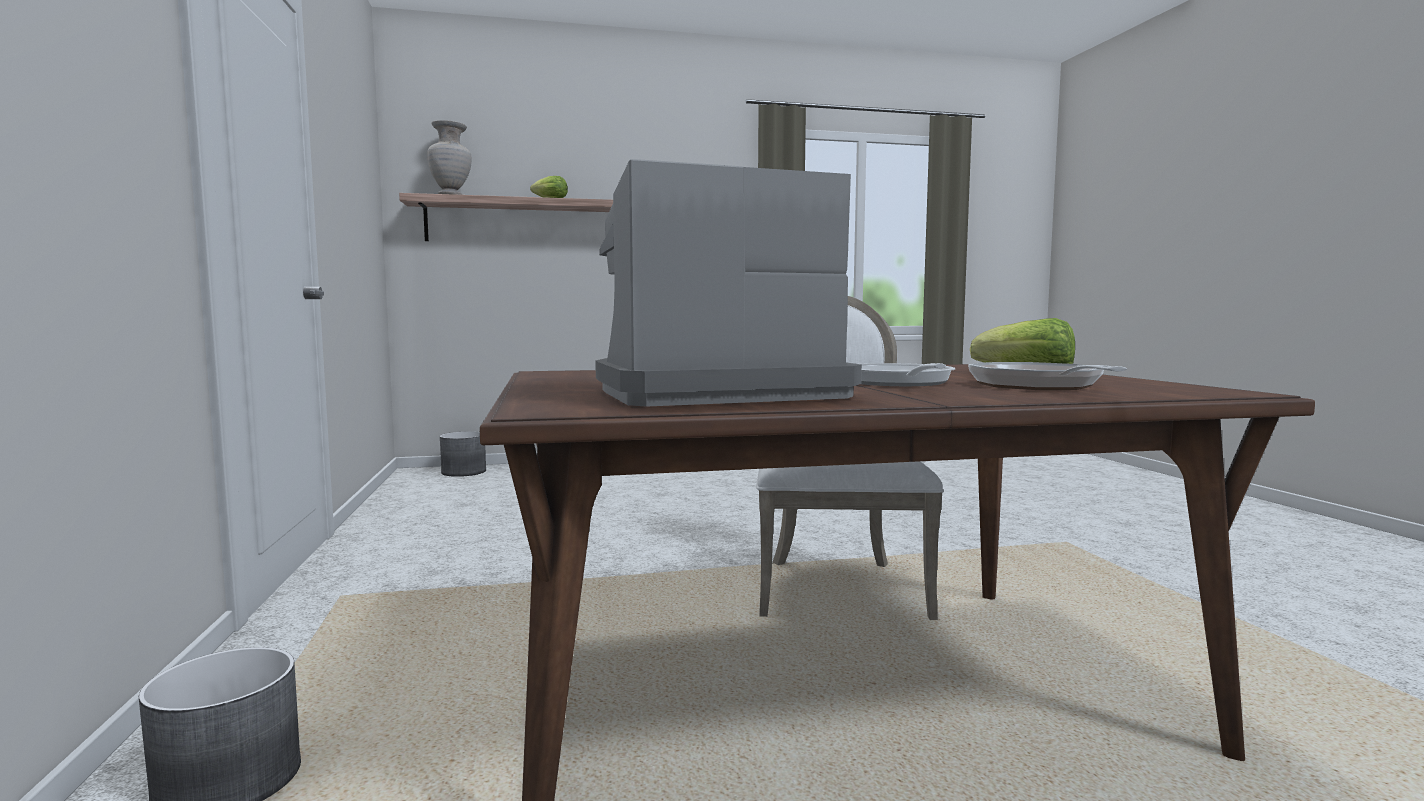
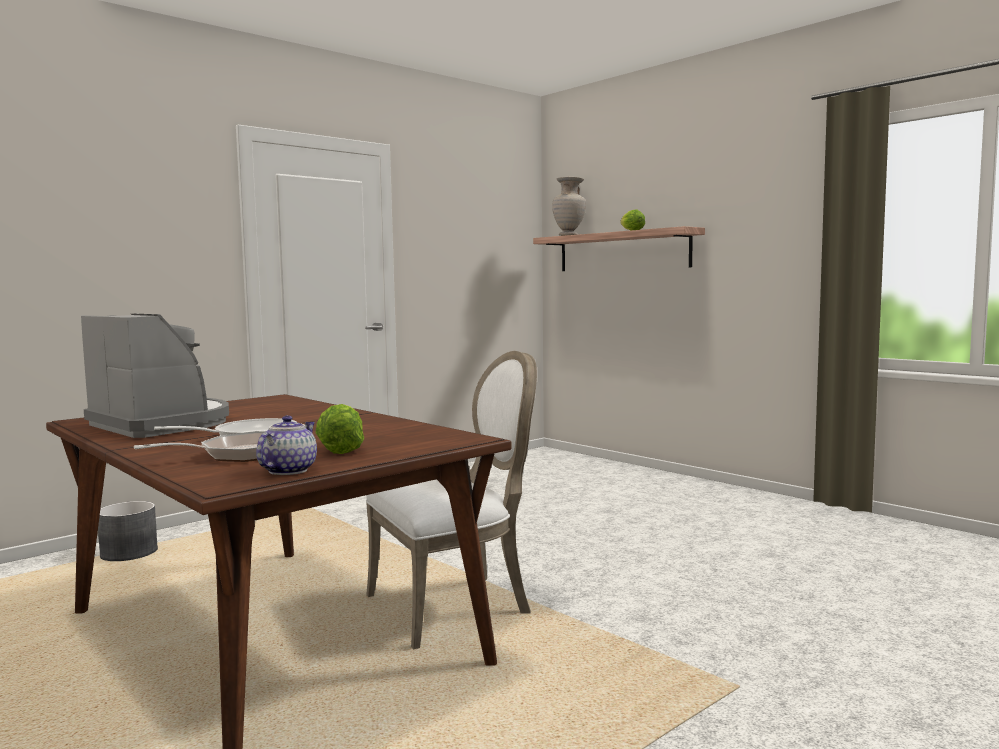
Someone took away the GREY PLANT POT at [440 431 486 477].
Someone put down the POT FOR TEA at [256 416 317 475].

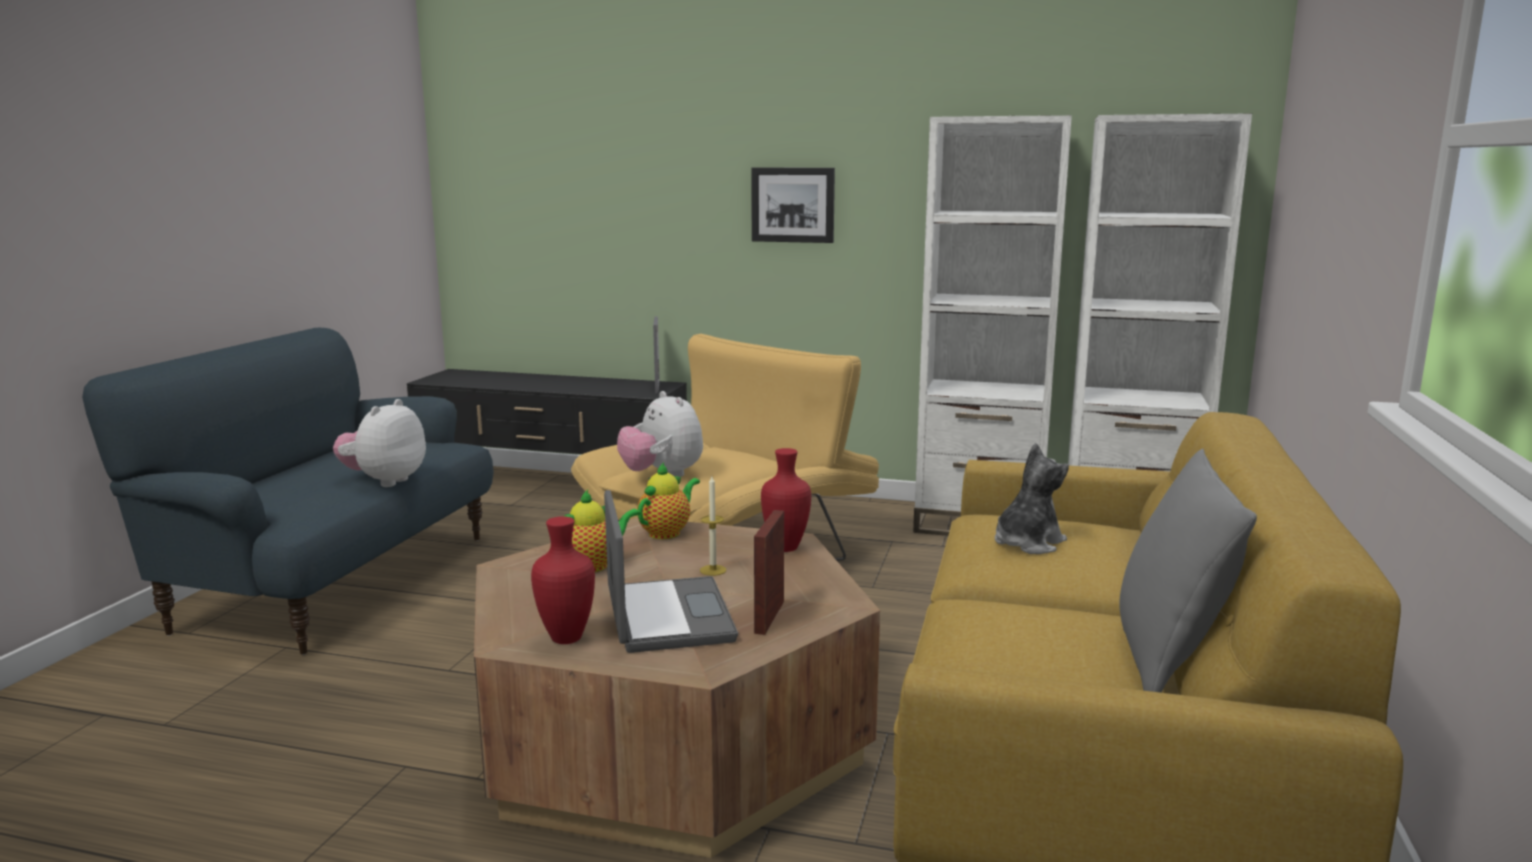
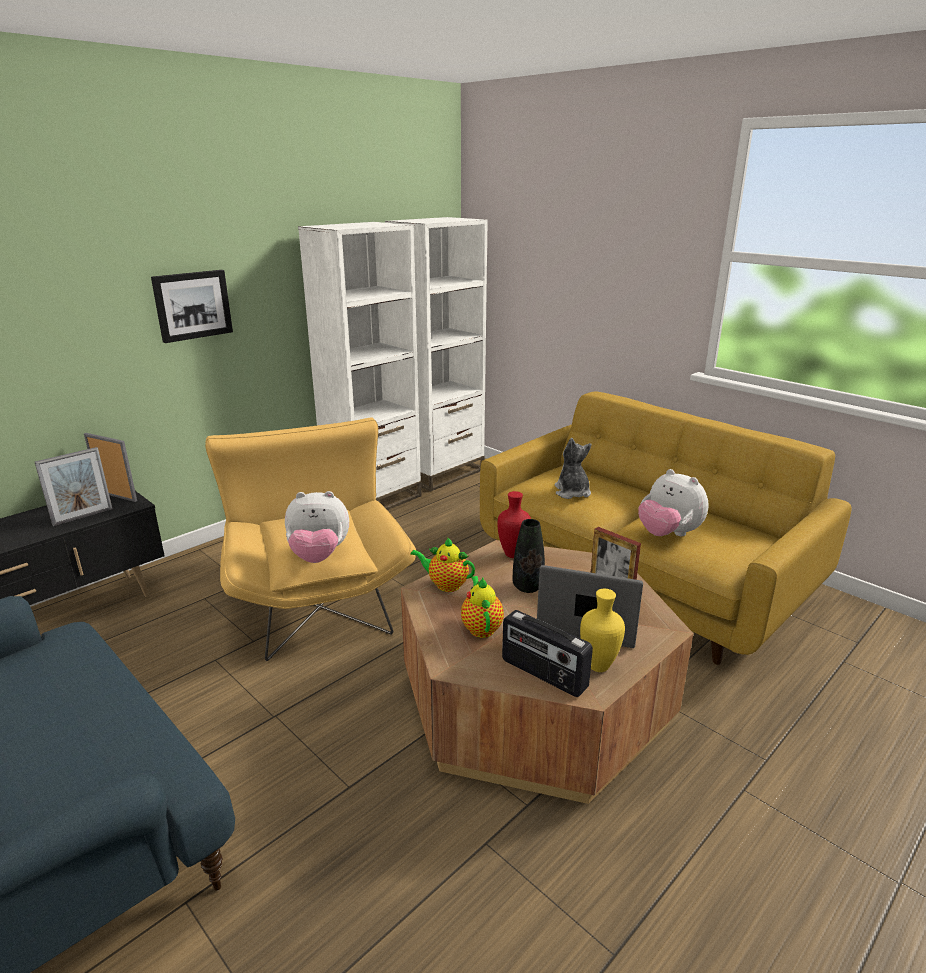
Someone carried the CUDDLY TOY from [333 399 426 487] to [638 469 709 536].
Someone took away the GREY PILLOW at [1119 449 1257 693].
Someone rotated the POT FOR TEA at [637 462 700 539] by 45 degrees counterclockwise.
Someone swapped the WAX LIGHT at [700 476 726 576] for the BLACK-COLOURED FLOWER VASE at [513 519 545 593].
Someone repainted the RED FLOWER VASE at [531 516 595 644], which became the YELLOW FLOWER VASE at [580 589 625 672].
Someone put down the PICTURE FRAME at [35 447 112 526].
Someone put down the RADIO RECEIVER at [502 610 593 697].

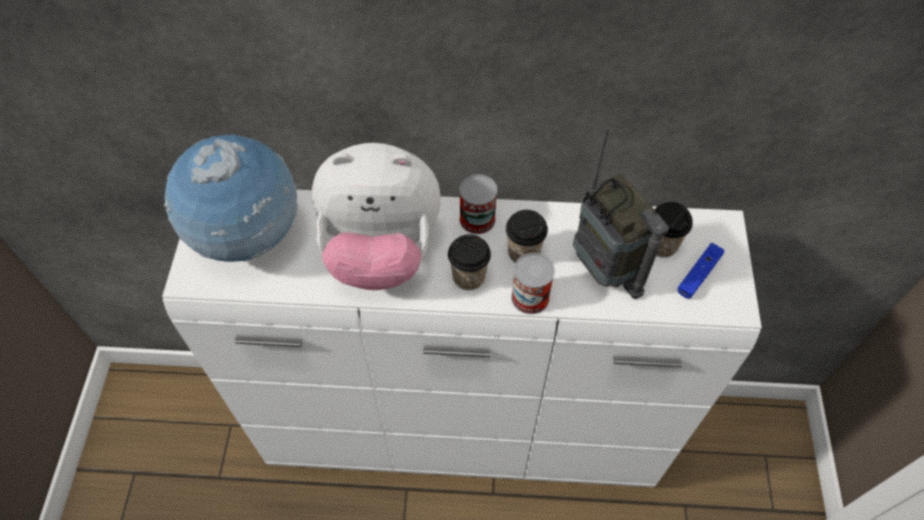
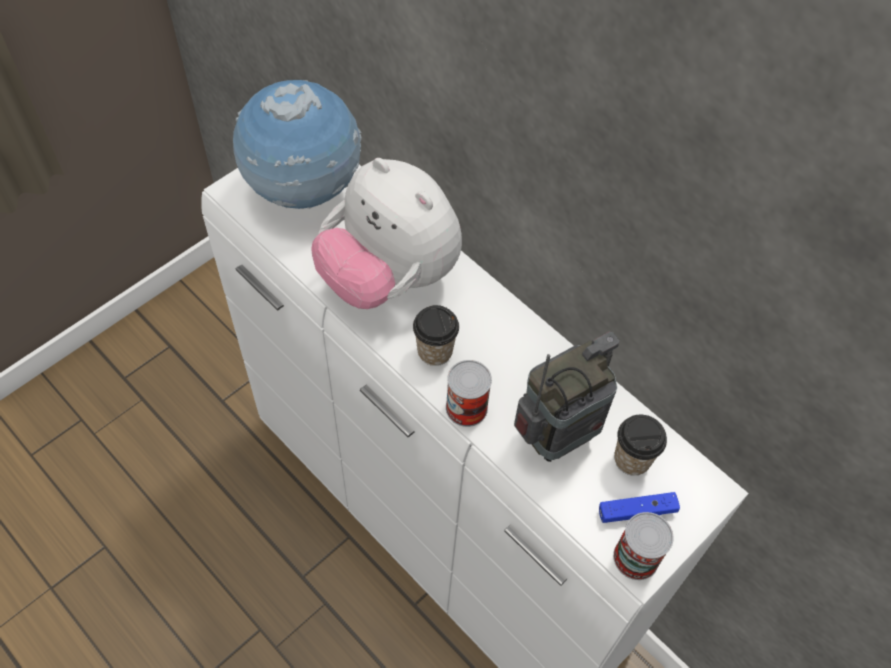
Someone rotated the RADIO RECEIVER at [573 127 669 299] by 135 degrees counterclockwise.
Someone carried the CAN from [459 174 497 234] to [613 512 674 580].
Someone took away the SMALL CUP at [506 210 548 263].

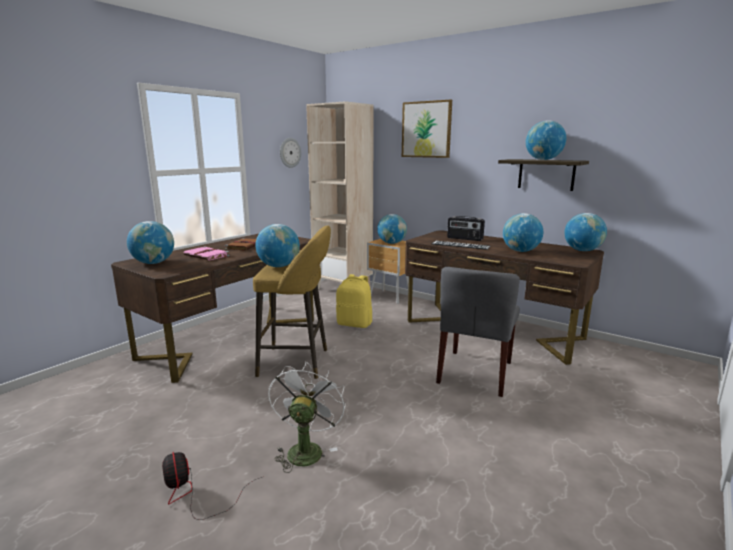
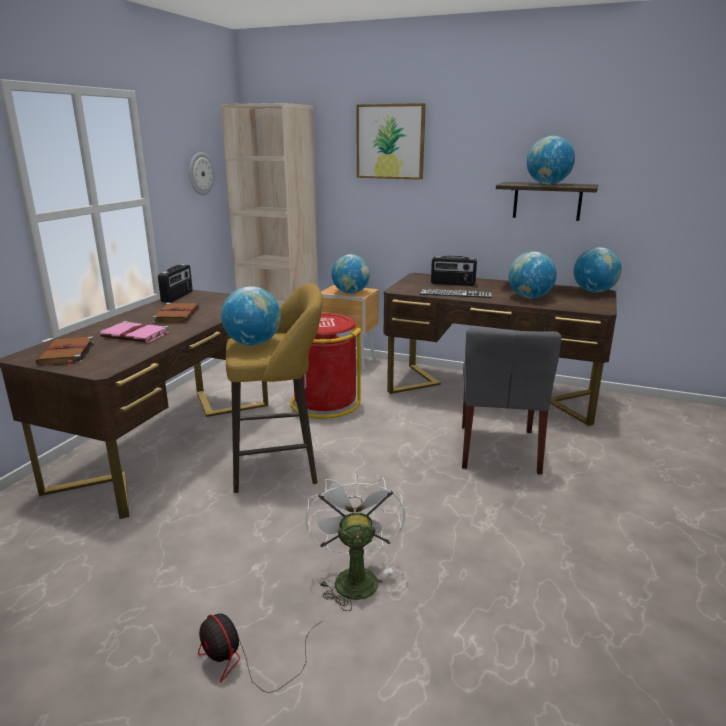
Someone swapped the WORLD GLOBE at [127 221 174 264] for the BROWN-COLOURED BOOK at [35 336 95 366].
Someone swapped the YELLOW RUCKSACK at [336 274 372 328] for the RED RUBBISH BIN at [290 313 361 419].
Someone put down the RADIO RECEIVER at [158 264 193 303].

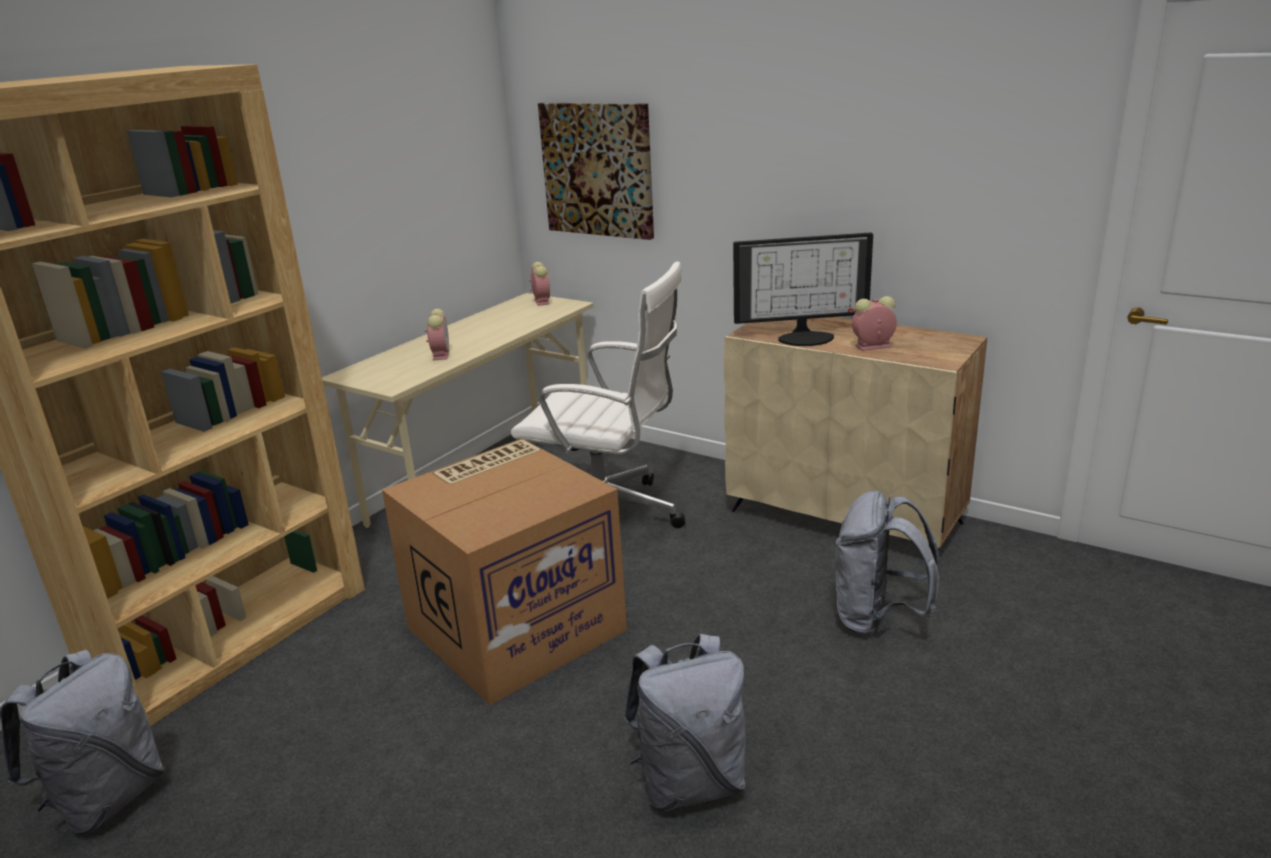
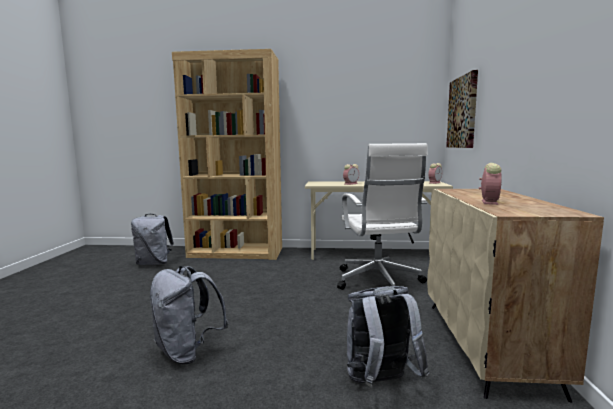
Someone took away the COMPUTER SCREEN at [733 232 873 346].
Someone rotated the ALARM CLOCK at [852 296 897 351] by 60 degrees clockwise.
Someone took away the CARTON at [382 439 627 705].

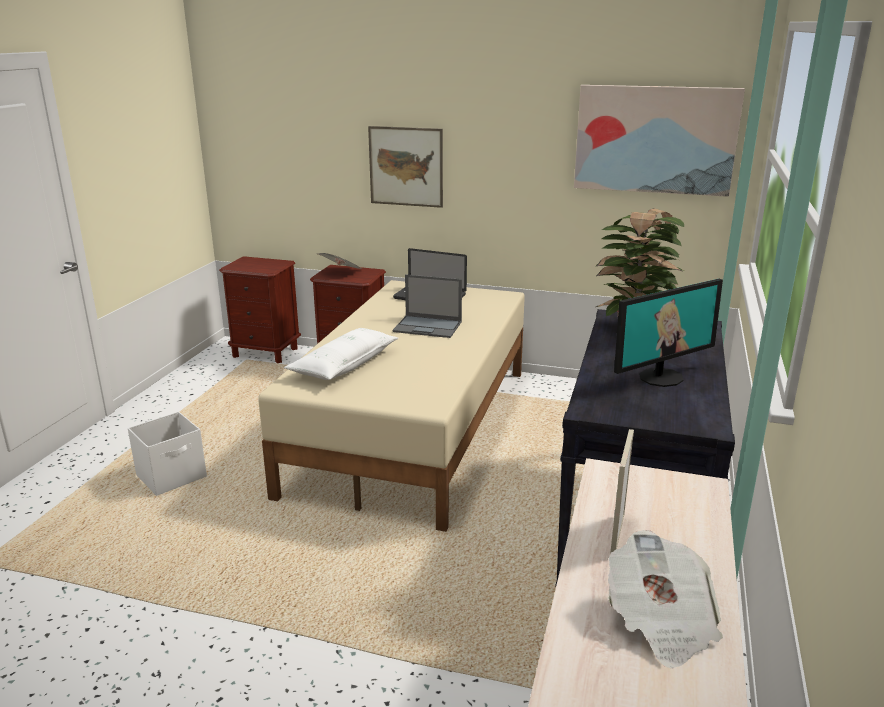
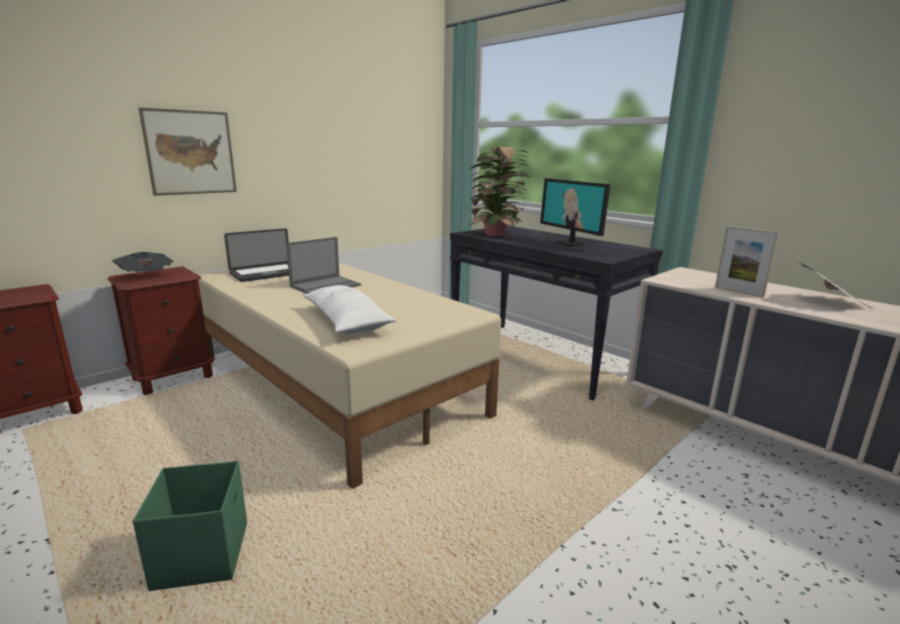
Someone took away the WALL ART at [574 85 745 197].
Someone rotated the COMPUTER SCREEN at [614 279 723 387] by 150 degrees clockwise.
Someone repainted the WHITISH STORAGE BIN at [128 412 207 496], which became the GREEN-COLOURED STORAGE BIN at [133 461 247 591].

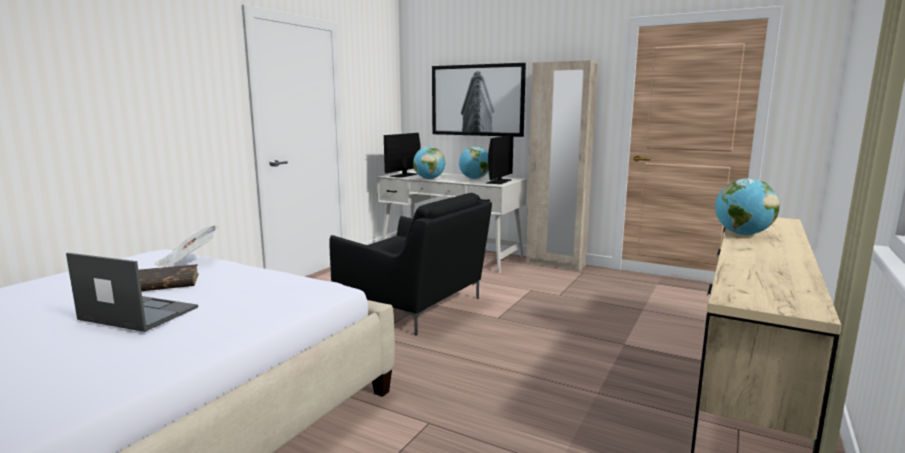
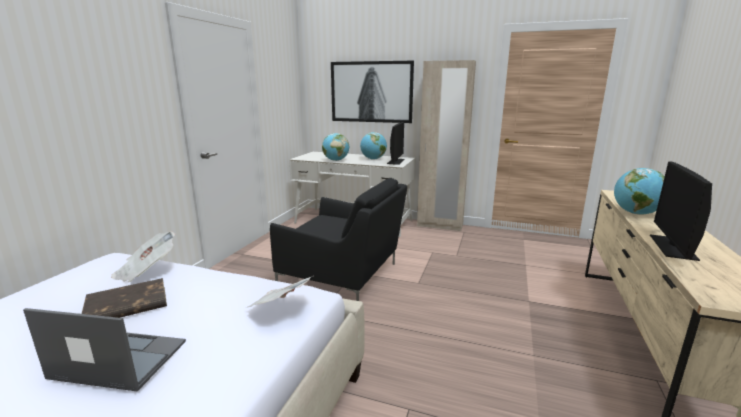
Someone carried the COMPUTER SCREEN from [384 133 421 178] to [650 161 712 261].
Someone put down the DAILY PAPER at [245 276 313 308].

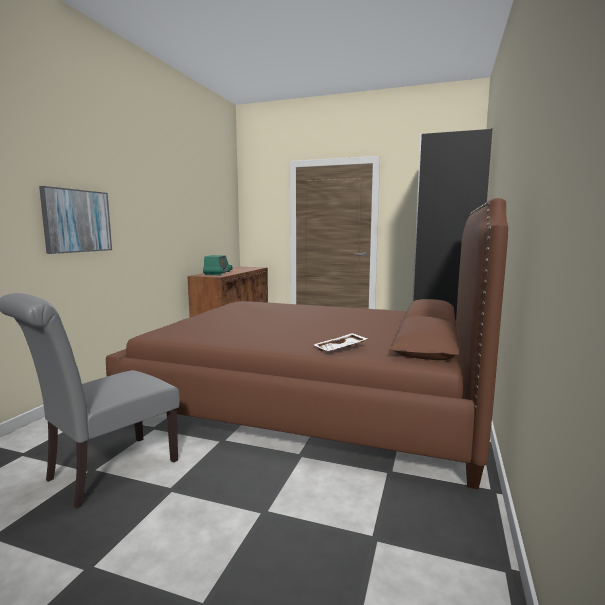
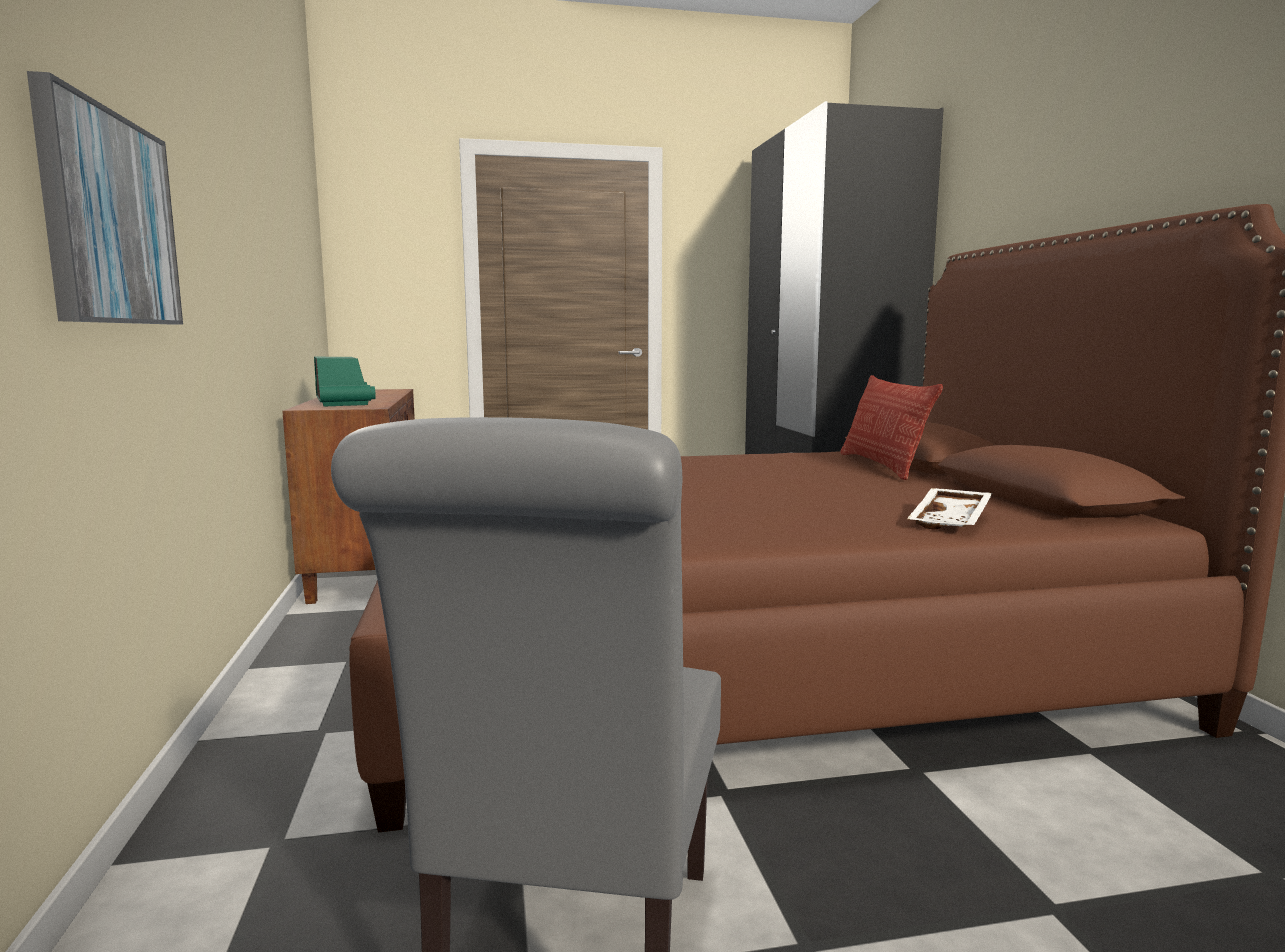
Someone put down the PILLOW at [840 375 943 480].

